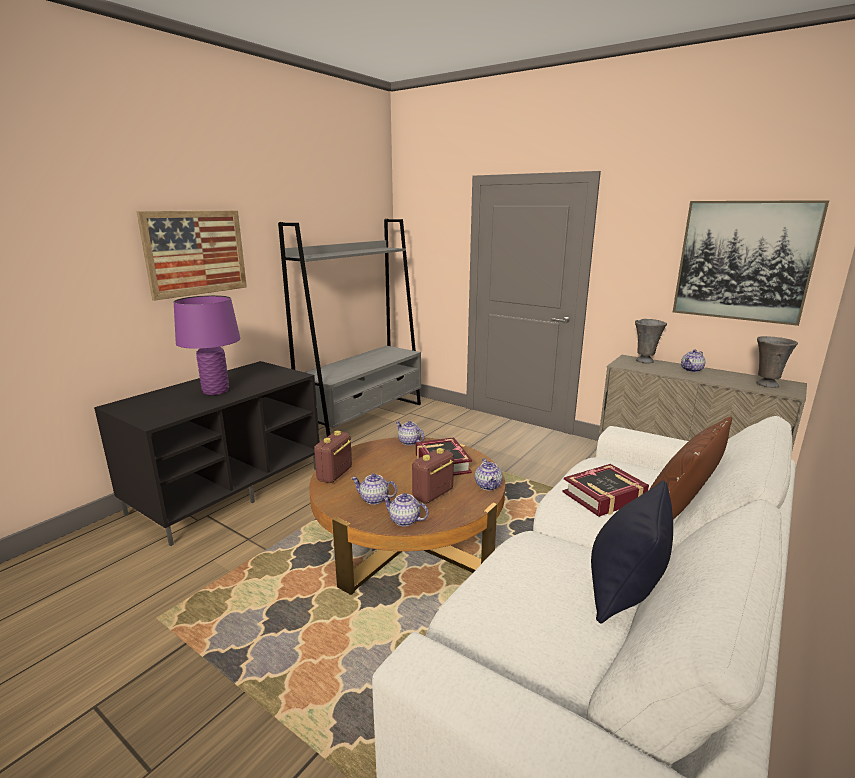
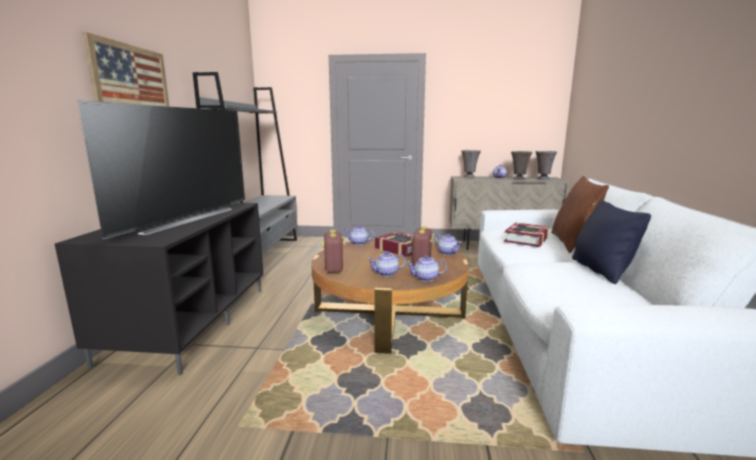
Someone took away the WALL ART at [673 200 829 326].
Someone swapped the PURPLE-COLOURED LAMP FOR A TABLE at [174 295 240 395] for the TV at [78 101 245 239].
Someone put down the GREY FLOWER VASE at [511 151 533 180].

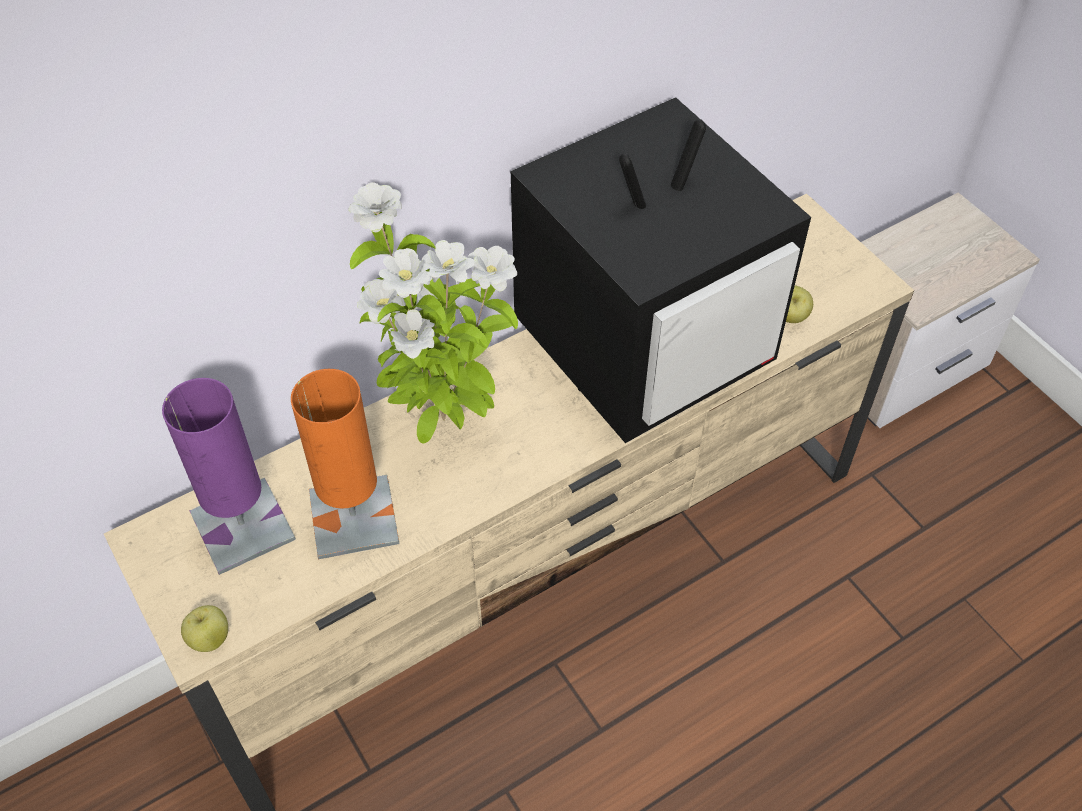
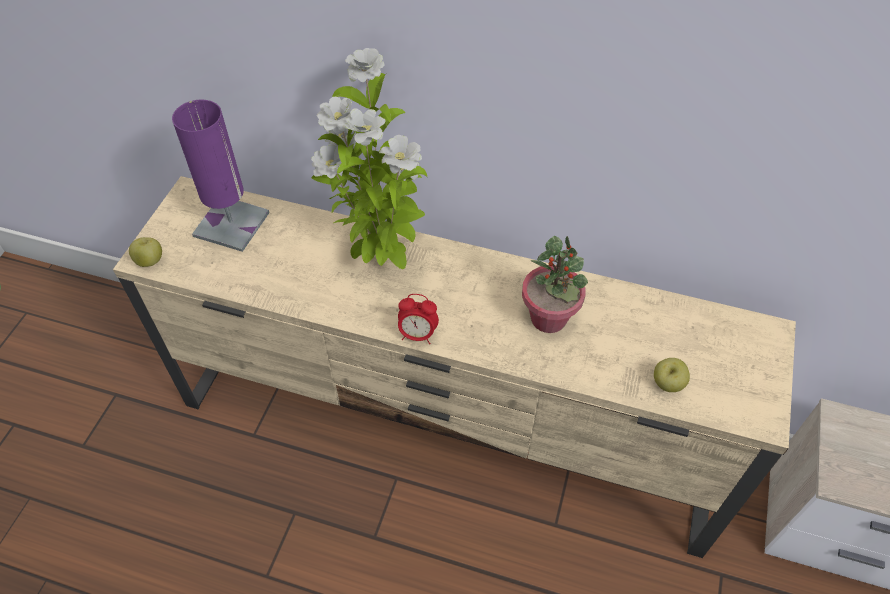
Someone swapped the TV at [511 97 811 443] for the PLANT IN A POT at [522 236 588 333].
Someone took away the ORANGEY LAMP FOR A TABLE at [291 369 399 559].
Someone put down the ALARM CLOCK at [398 294 439 344].

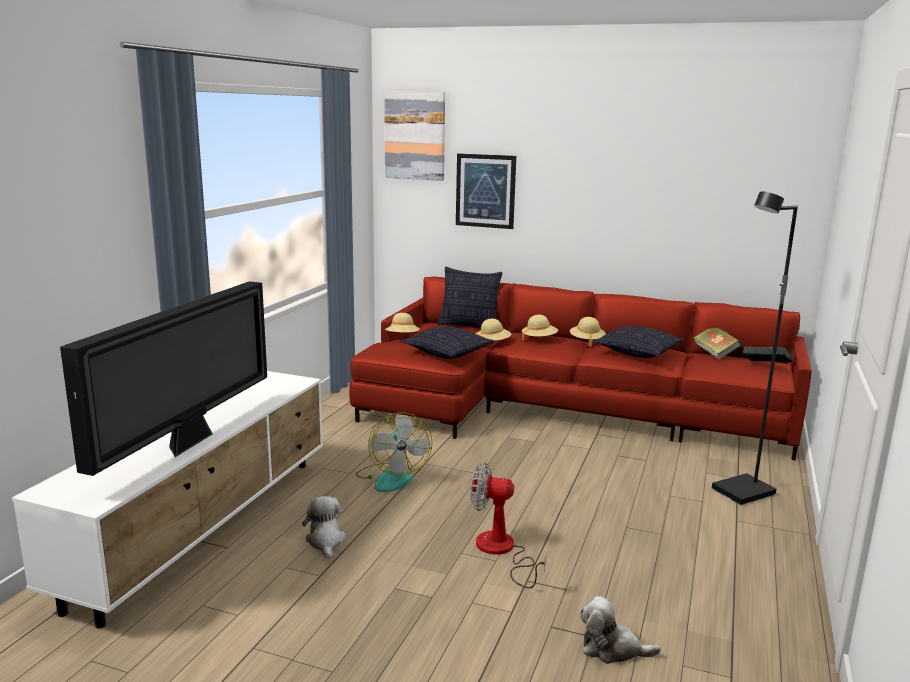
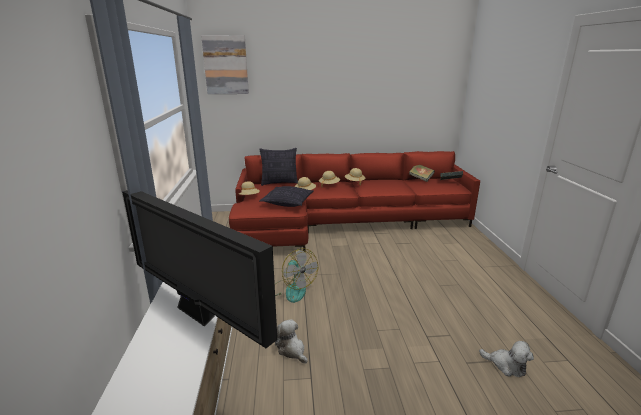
Someone took away the WALL ART at [456 153 516 229].
Someone took away the BLACK-COLOURED FLOOR LAMP at [712 191 798 505].
Someone rotated the TV at [60 281 267 476] by 135 degrees clockwise.
Someone took away the PILLOW at [593 326 684 358].
Someone took away the ELECTRIC FAN at [471 462 547 588].
Someone rotated the CUDDLY TOY at [580 596 661 664] by 135 degrees counterclockwise.

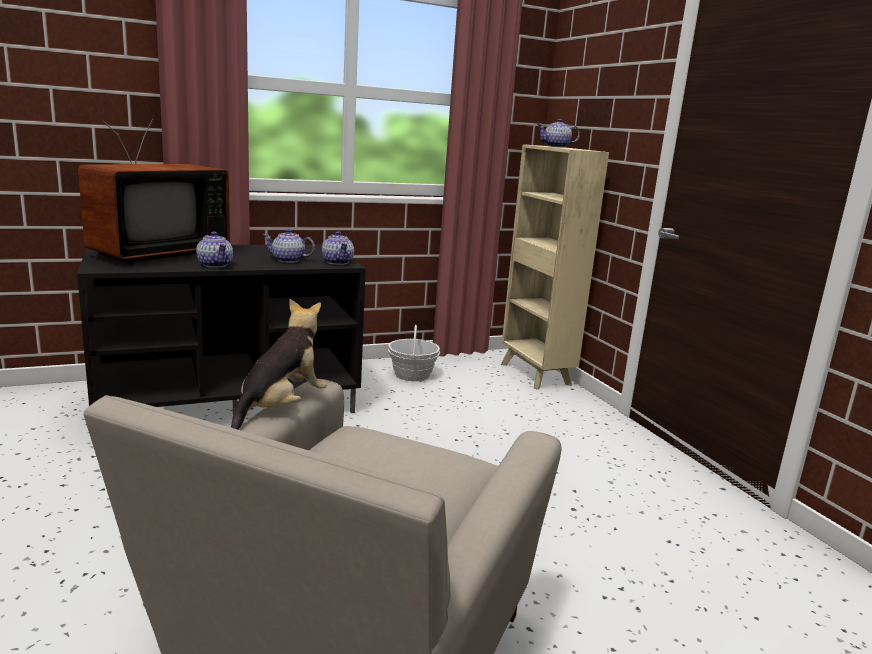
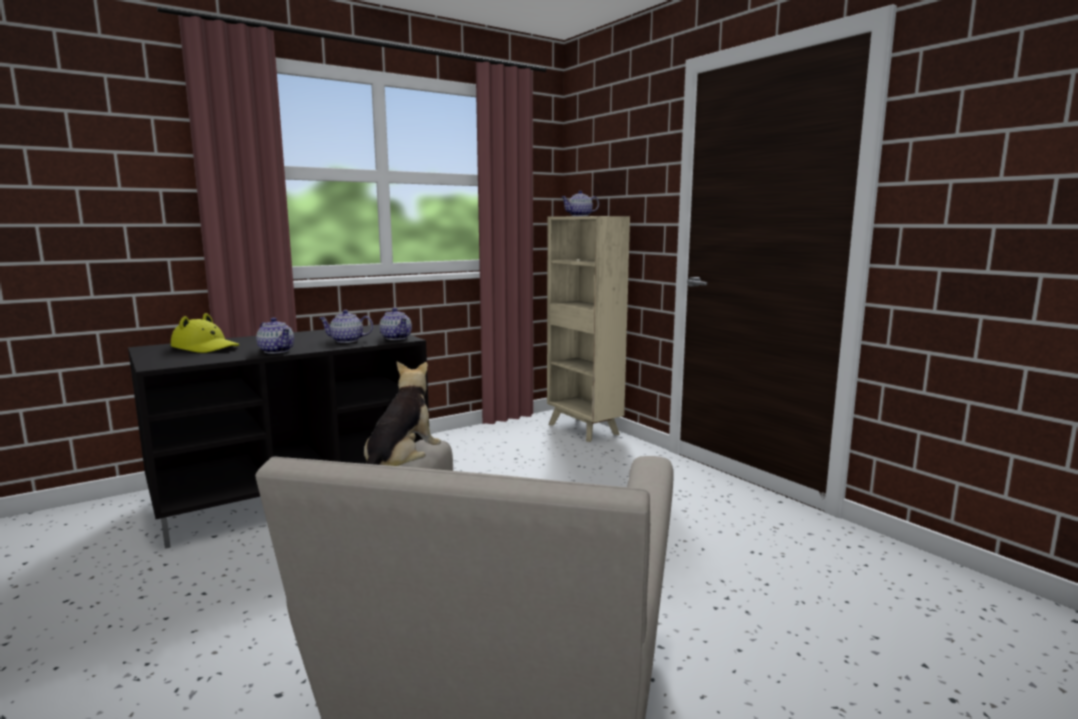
Someone swapped the TV at [78 119 230 264] for the YELLOW CLOTHING HAT at [171 313 240 353].
Someone took away the BASKET at [388 325 440 381].

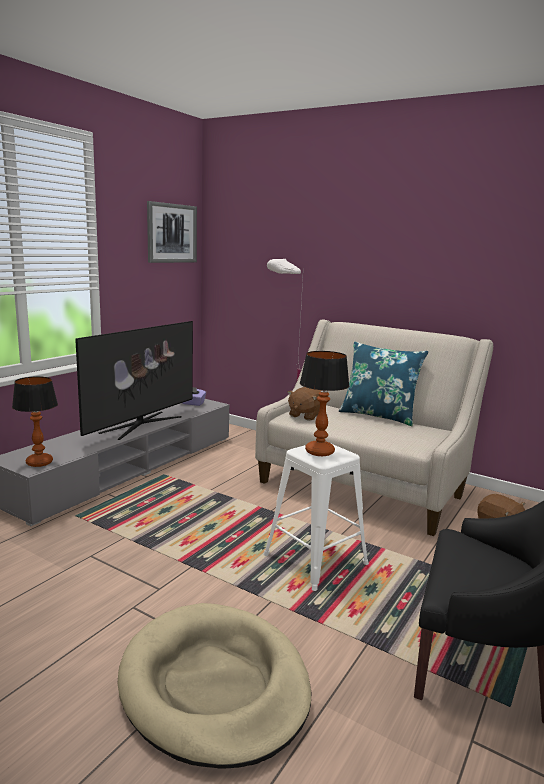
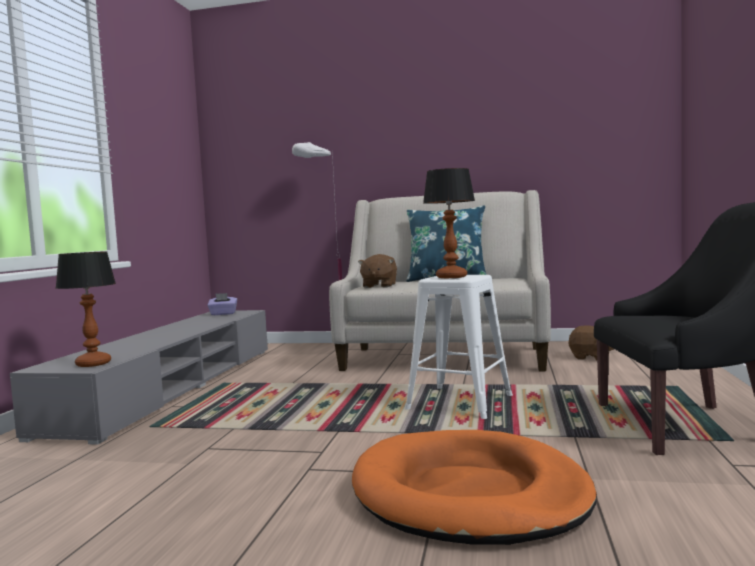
Someone took away the WALL ART at [147 201 197 263].
Someone took away the TV at [75 321 193 440].
Someone repainted the BEIGE-COLOURED PET BED at [118 603 312 769], which became the ORANGEY PET BED at [352 430 597 545].

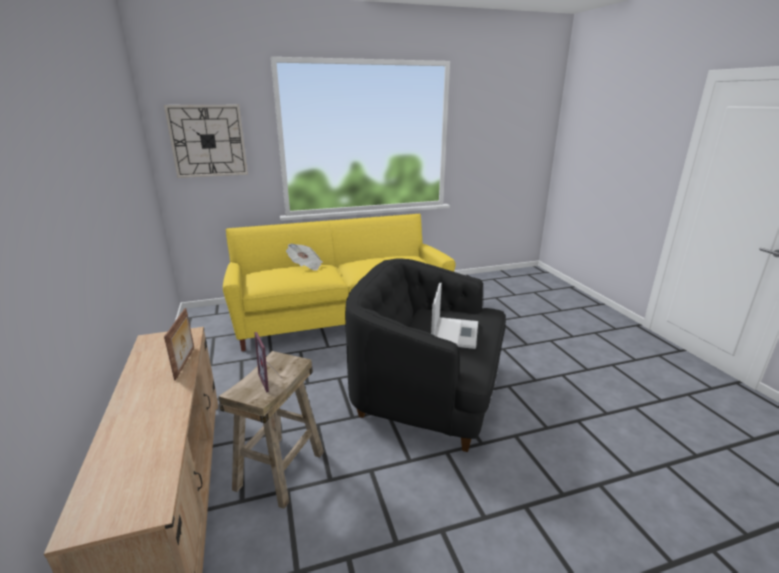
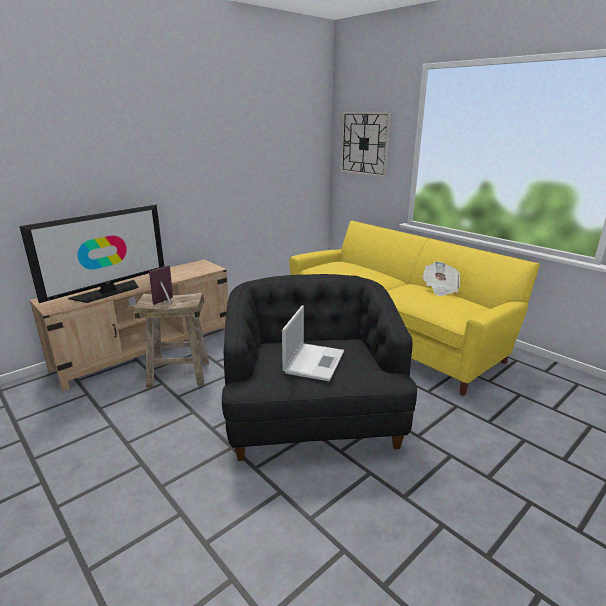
Someone carried the DAILY PAPER from [286 244 323 271] to [422 261 460 296].
Someone rotated the NOTEBOOK COMPUTER at [431 283 478 349] by 60 degrees counterclockwise.
Someone took away the PICTURE FRAME at [164 308 194 380].
Someone put down the TV at [19 205 164 303].

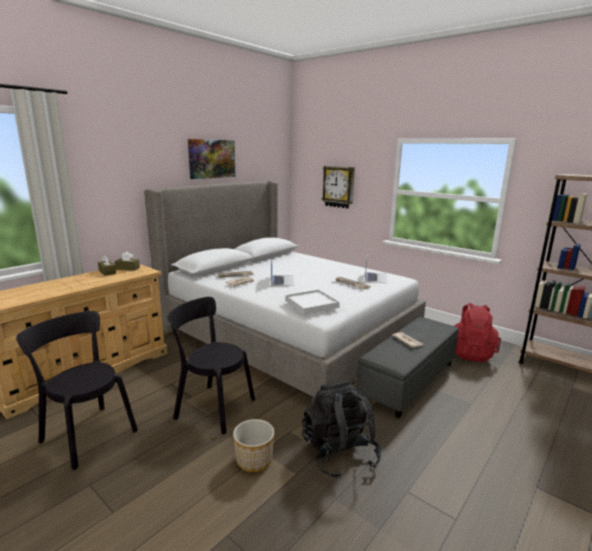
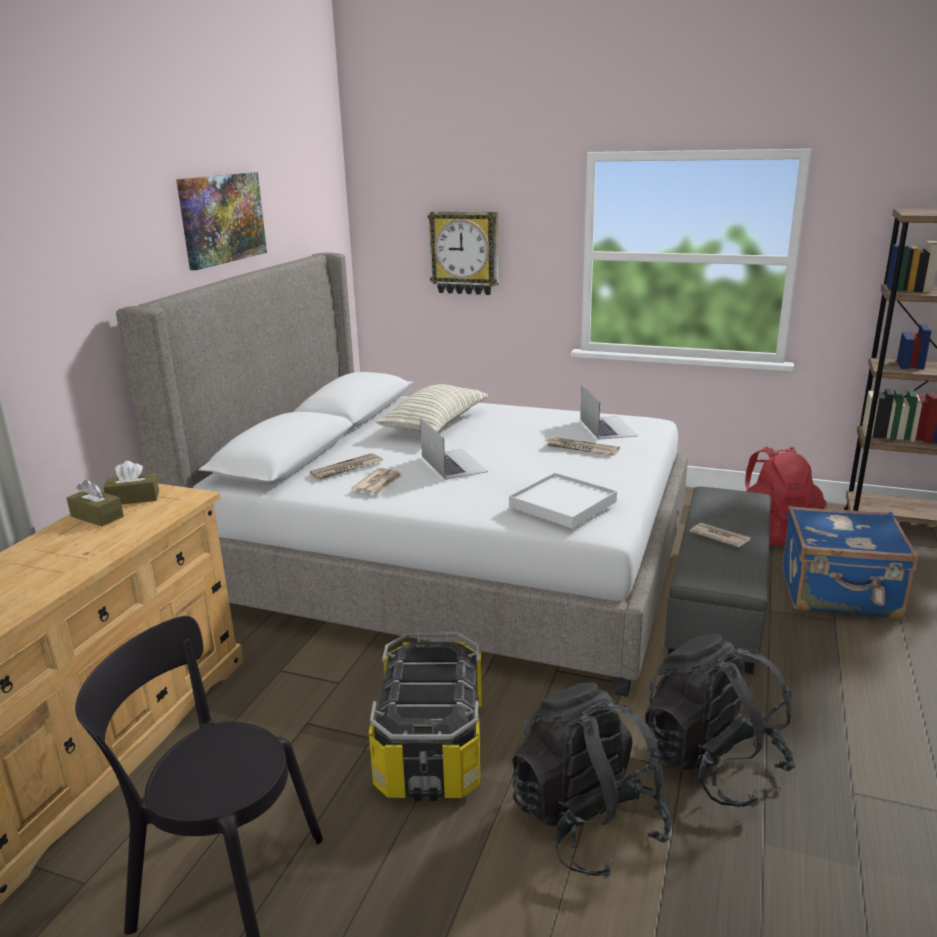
Someone swapped the BLACK-COLOURED UPRIGHT CHAIR at [167 297 255 434] for the STORAGE BIN at [369 632 482 801].
Someone swapped the PLANT POT at [233 419 274 472] for the BLACK-COLOURED RUCKSACK at [512 682 672 878].
Someone put down the PILLOW at [376 384 488 432].
Someone put down the BLUE SUITCASE at [782 506 918 619].

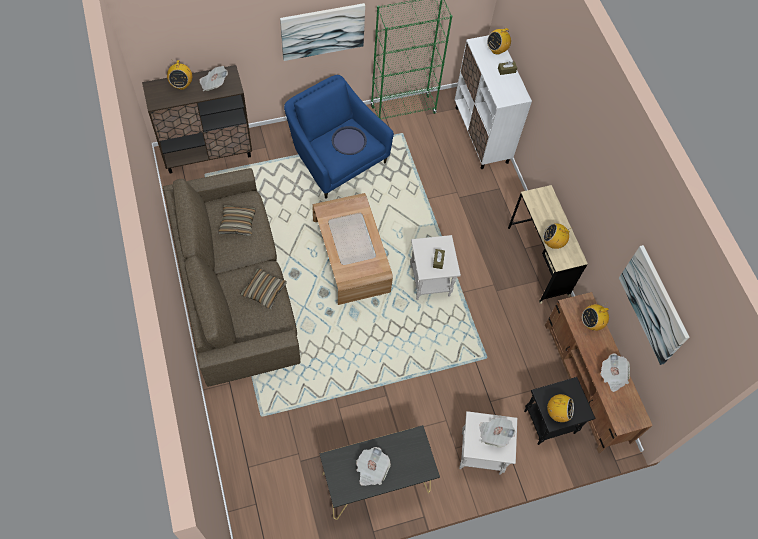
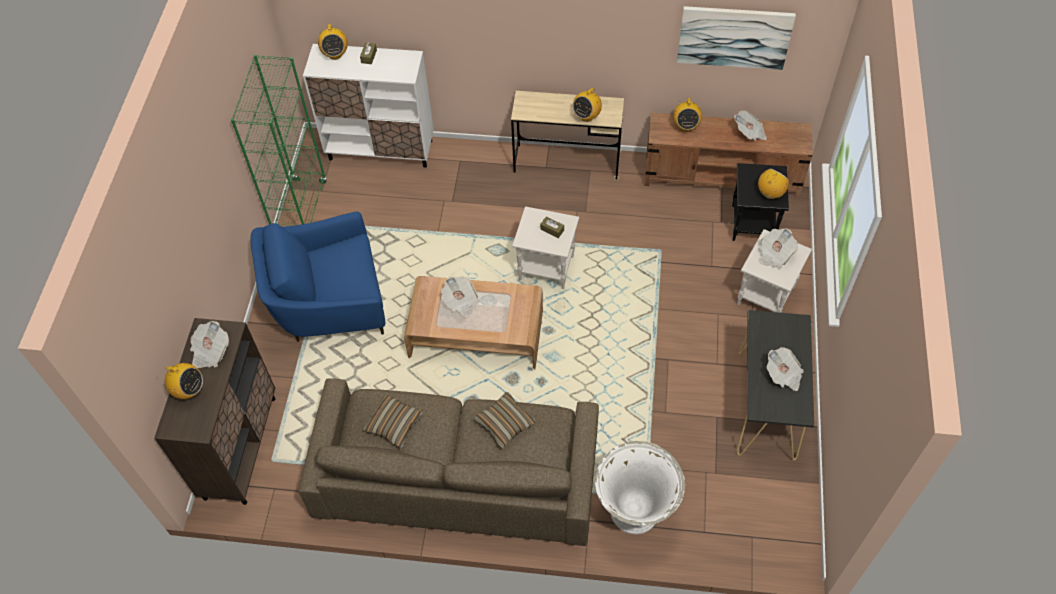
Someone took away the WALL ART at [280 3 365 61].
Someone took away the BLUE TRAY at [332 126 367 155].
Someone put down the DAILY PAPER at [441 276 480 318].
Someone put down the WHITISH PLANT POT at [595 441 685 534].

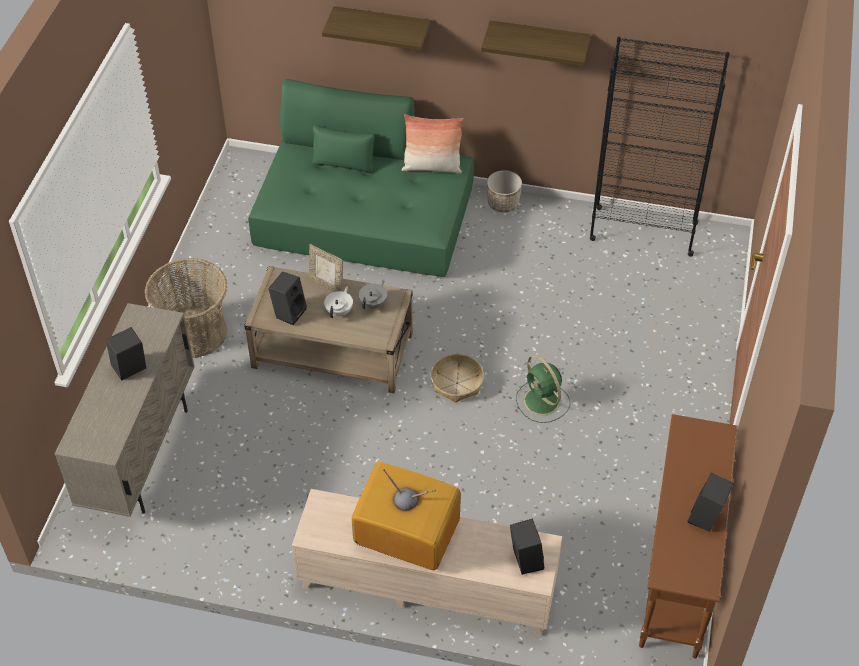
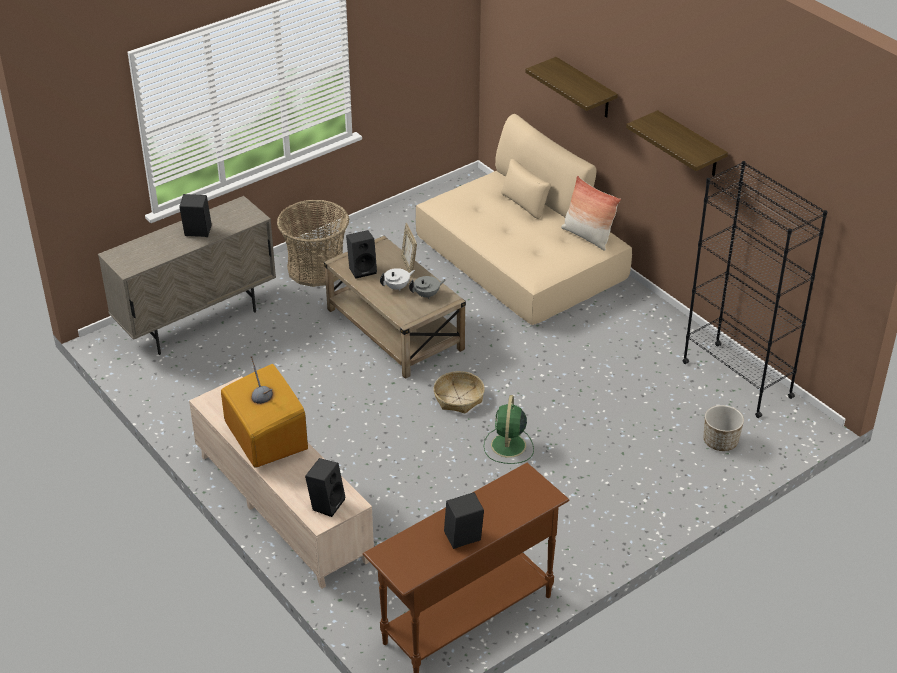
Someone repainted the GREEN-COLOURED SOFA at [248 79 474 277], which became the BEIGE-COLOURED SOFA at [416 114 632 325].
Someone carried the PLANT POT from [487 170 522 212] to [704 405 744 451].

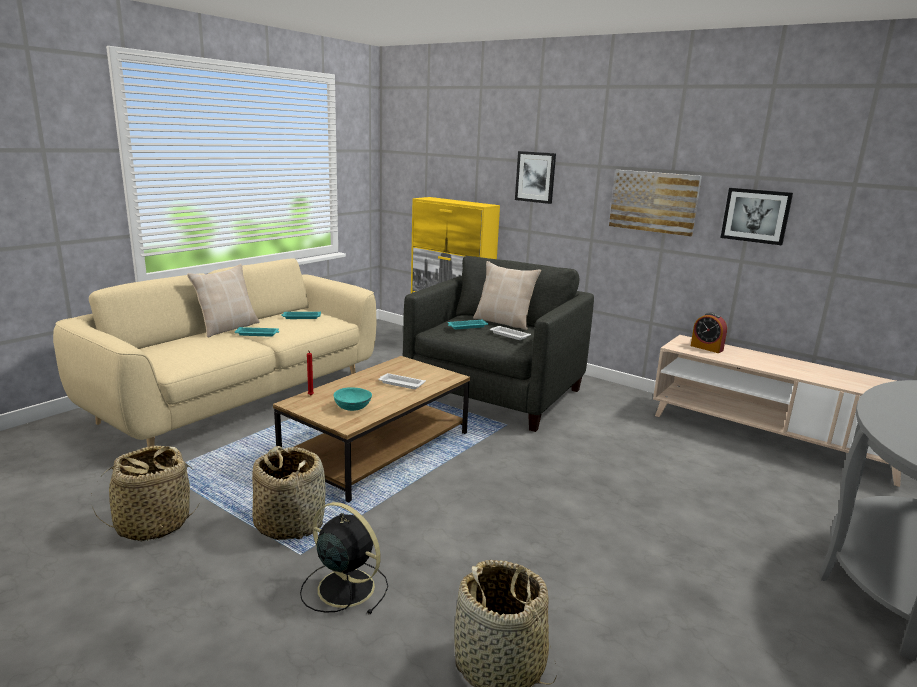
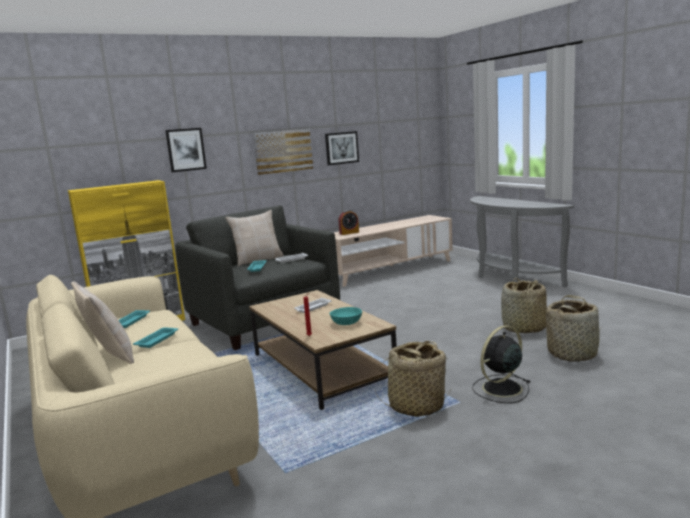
Someone carried the BASKET from [91 446 200 541] to [501 278 547 334].

